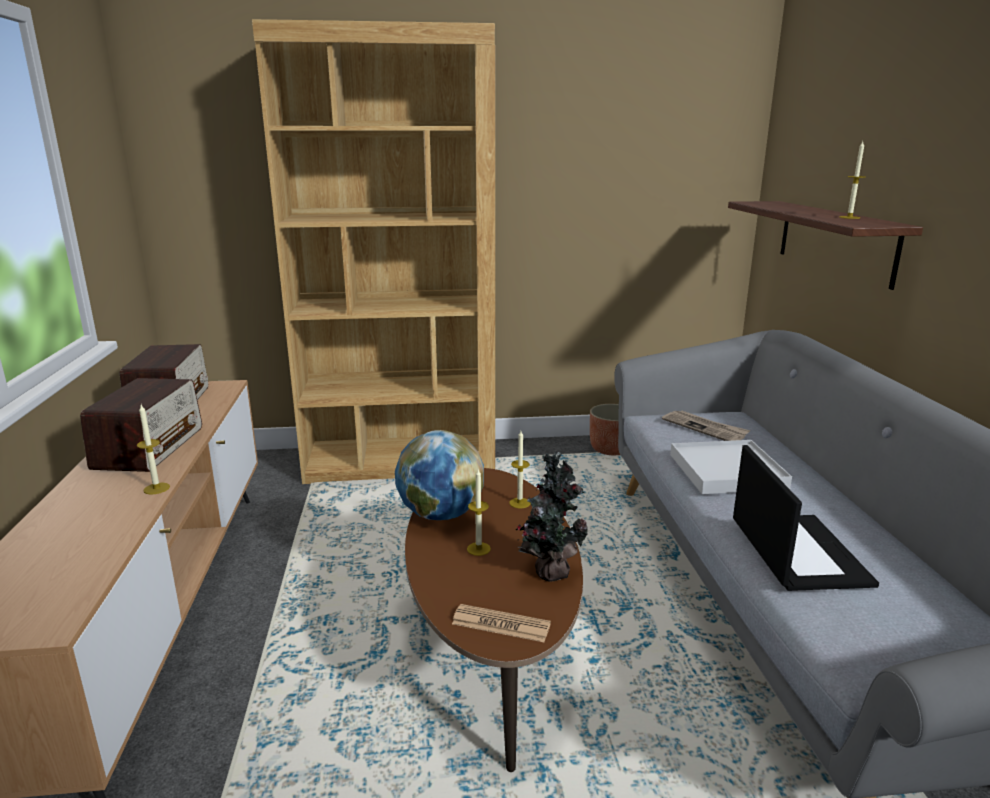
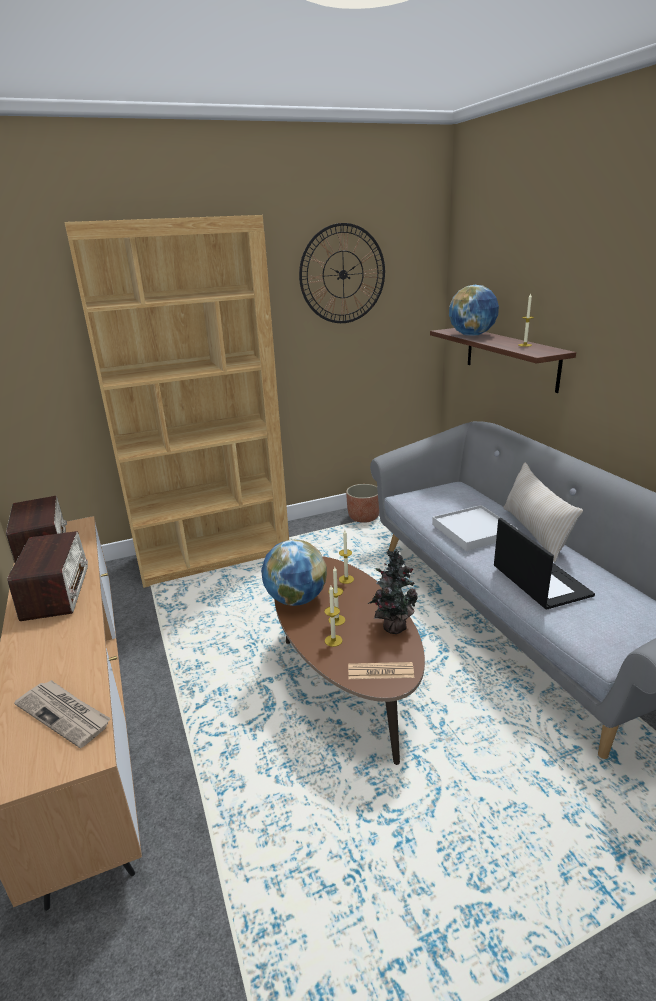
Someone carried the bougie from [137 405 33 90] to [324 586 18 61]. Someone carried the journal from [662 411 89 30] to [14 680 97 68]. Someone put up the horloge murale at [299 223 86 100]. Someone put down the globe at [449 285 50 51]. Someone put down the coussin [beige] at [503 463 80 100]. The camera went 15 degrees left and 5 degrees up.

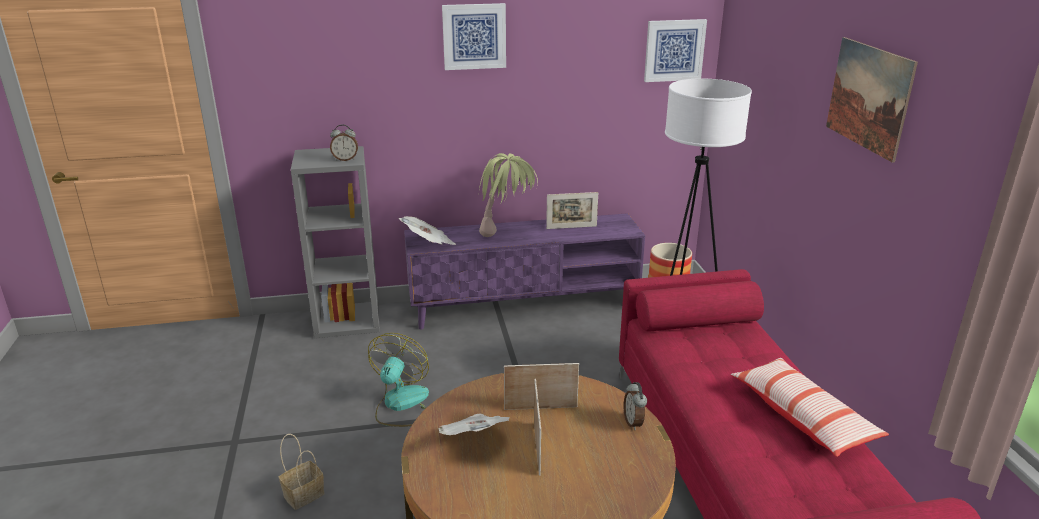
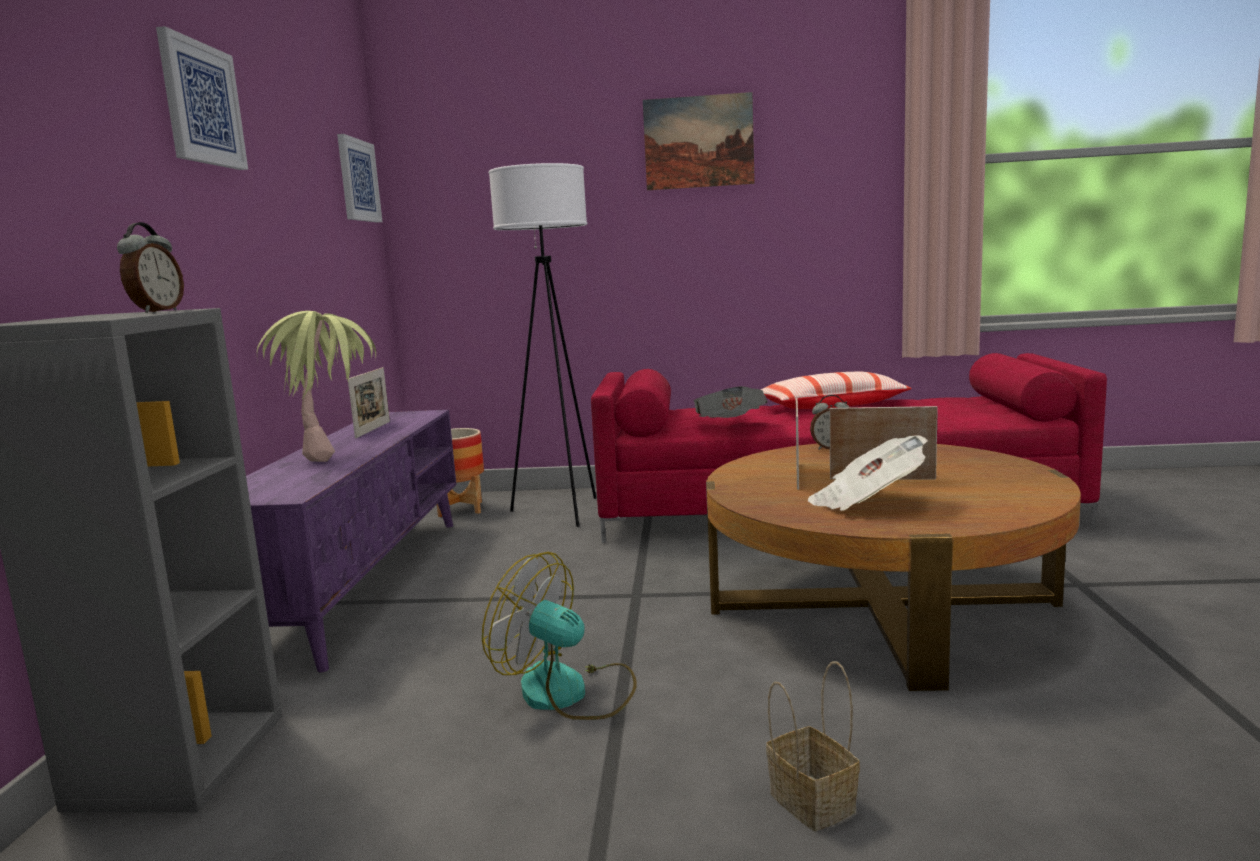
Someone carried the journal from [399 216 57 29] to [694 386 74 32]. The camera went 75 degrees left and 15 degrees down.

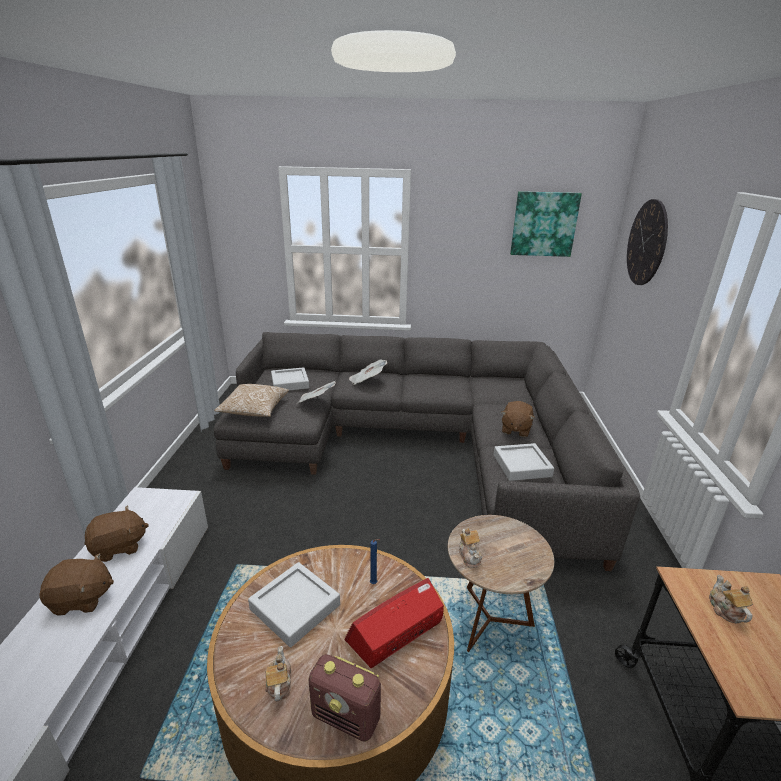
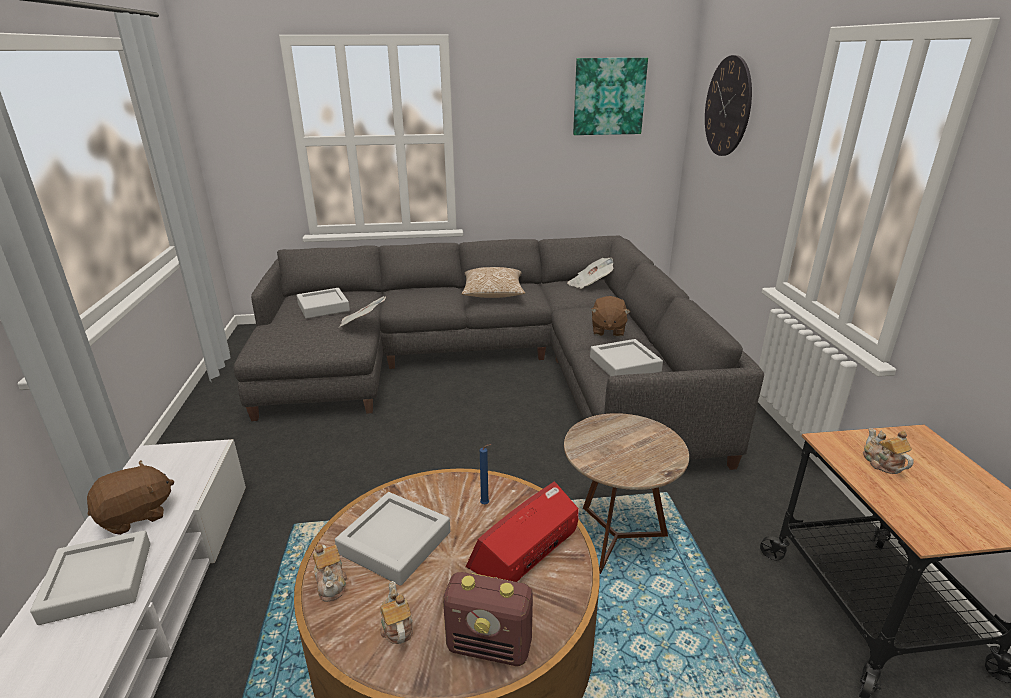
Someone swapped the peluche [marron] at [39 553 75 63] for the plateau [gris] at [30 530 120 95]. Someone carried the coussin from [214 384 75 33] to [461 267 64 31]. Someone carried the journal from [349 359 38 26] to [567 258 47 31]. Someone carried the théière from [459 528 23 40] to [313 544 34 58]. The camera went 10 degrees left and 0 degrees up.

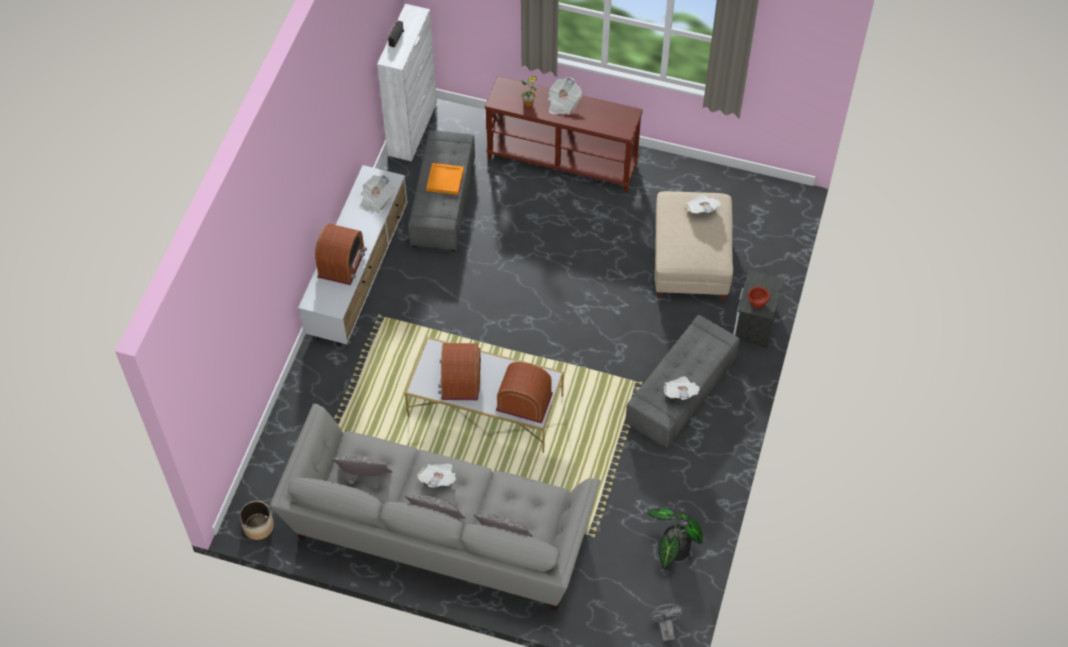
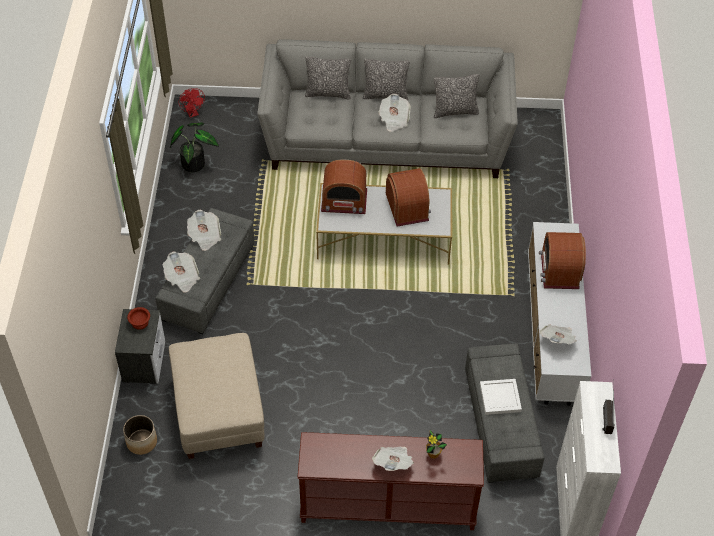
Someone carried the cache-pot from [239 501 35 39] to [123 415 34 40]. Someone repainted the plateau [orange] at [426 163 38 32], which became the plateau [blanc] at [480 379 42 36]. Someone repainted the ventilateur [gris] at [650 604 34 37], which became the ventilateur [rouge] at [179 88 26 30]. Someone carried the journal from [686 194 35 20] to [163 251 37 42]. The camera went 165 degrees right and 5 degrees down.

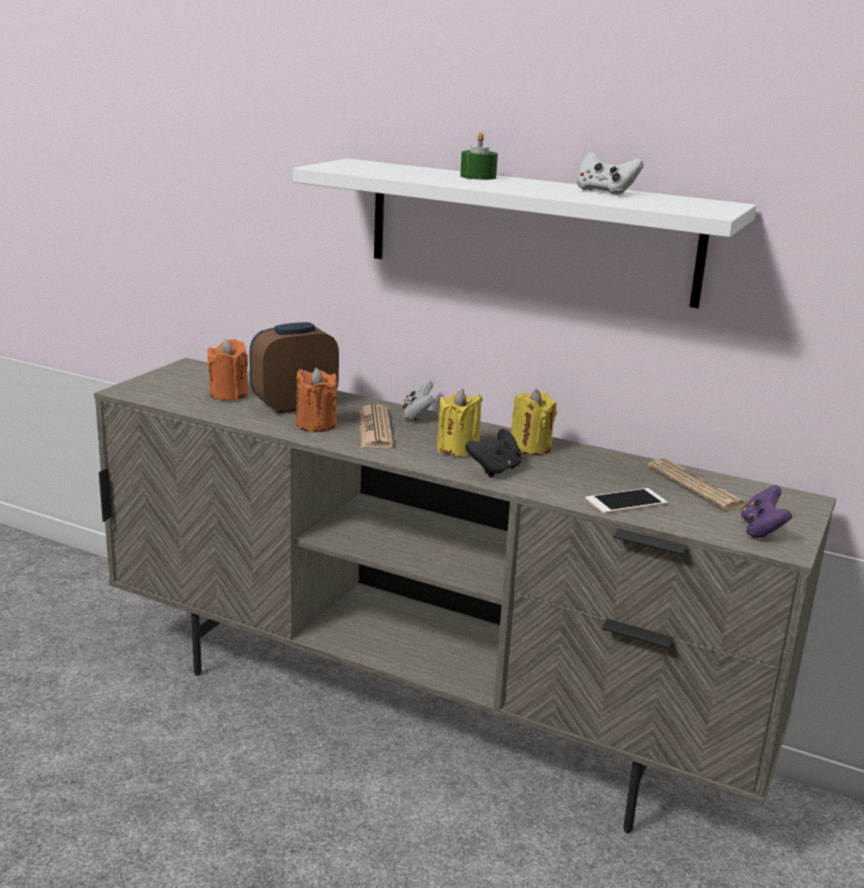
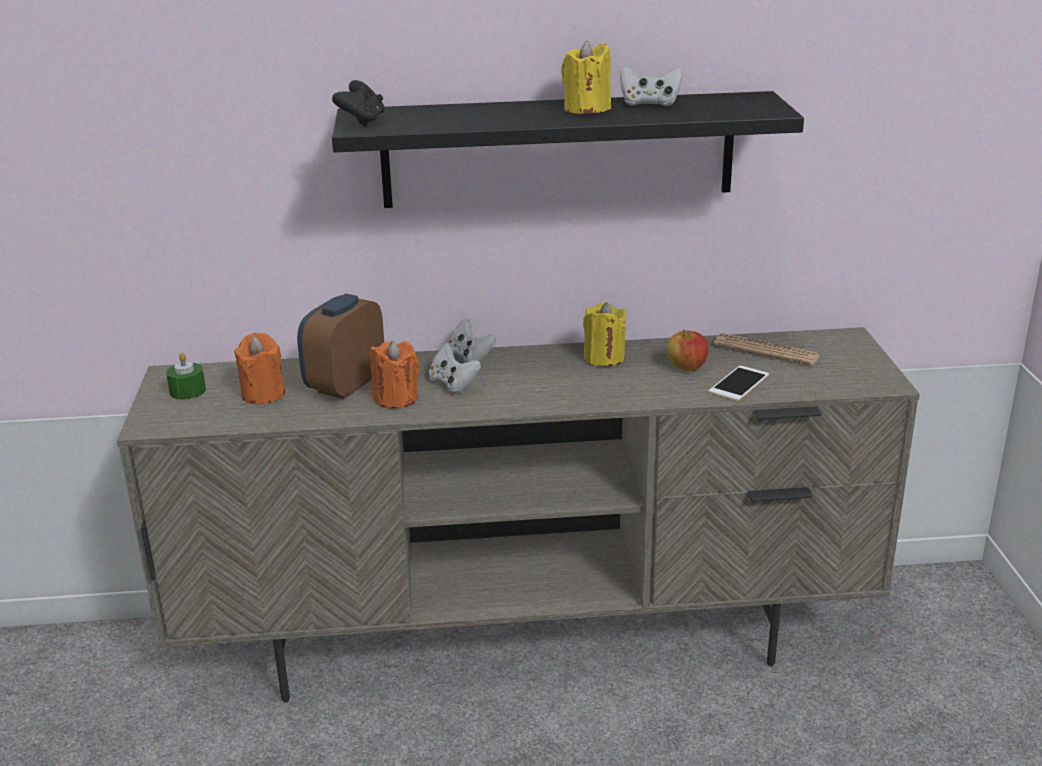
Someone repainted the étagère [blanc] at [293 159 463 149], which became the étagère [noir] at [332 91 472 117]. Someone swapped the journal at [358 404 35 44] for the manette [blanc] at [429 343 52 50]. Someone carried the bougie [jaune] from [437 389 46 67] to [561 40 50 74]. Someone carried the bougie [vert] from [460 132 38 48] to [166 353 40 46]. Someone carried the manette [noir] from [465 429 57 49] to [332 80 53 47]. Someone took away the manette [violet] at [741 485 51 53]. Someone put down the pomme at [667 329 42 42]. The camera went 30 degrees left and 5 degrees up.

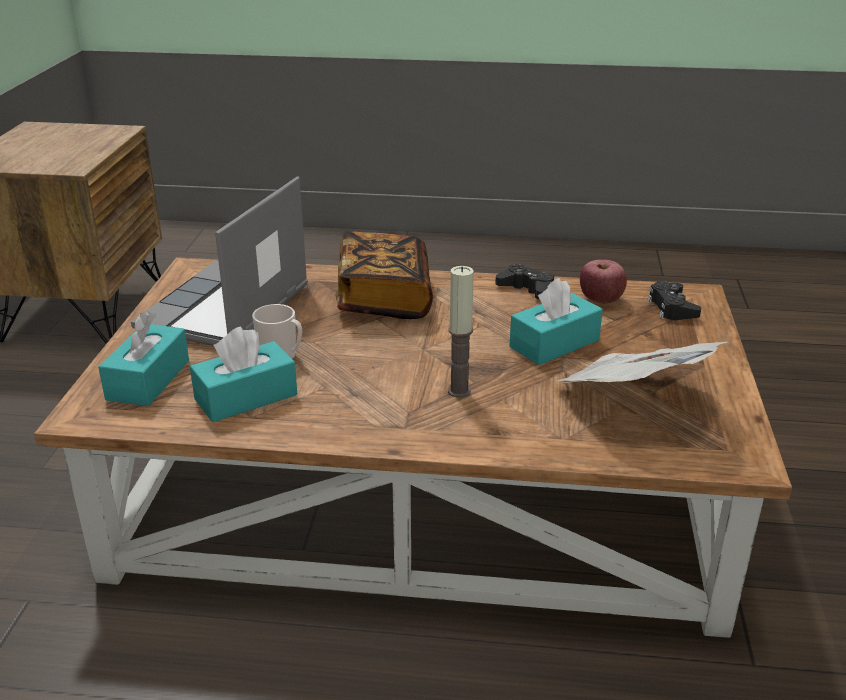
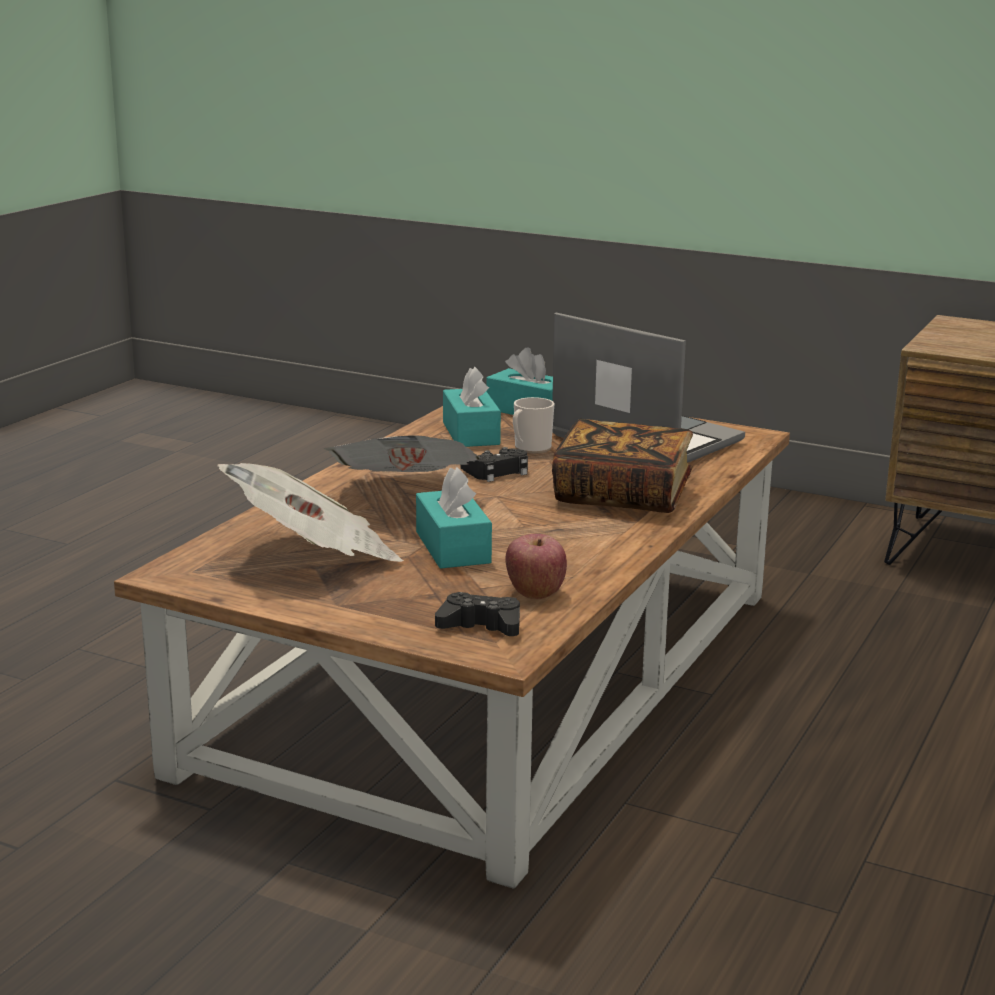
Someone swapped the bougie at [448 266 26 132] for the journal at [324 435 156 37]. Someone carried the manette [noir] from [495 264 59 35] to [461 447 67 35]. The camera went 110 degrees right and 10 degrees down.

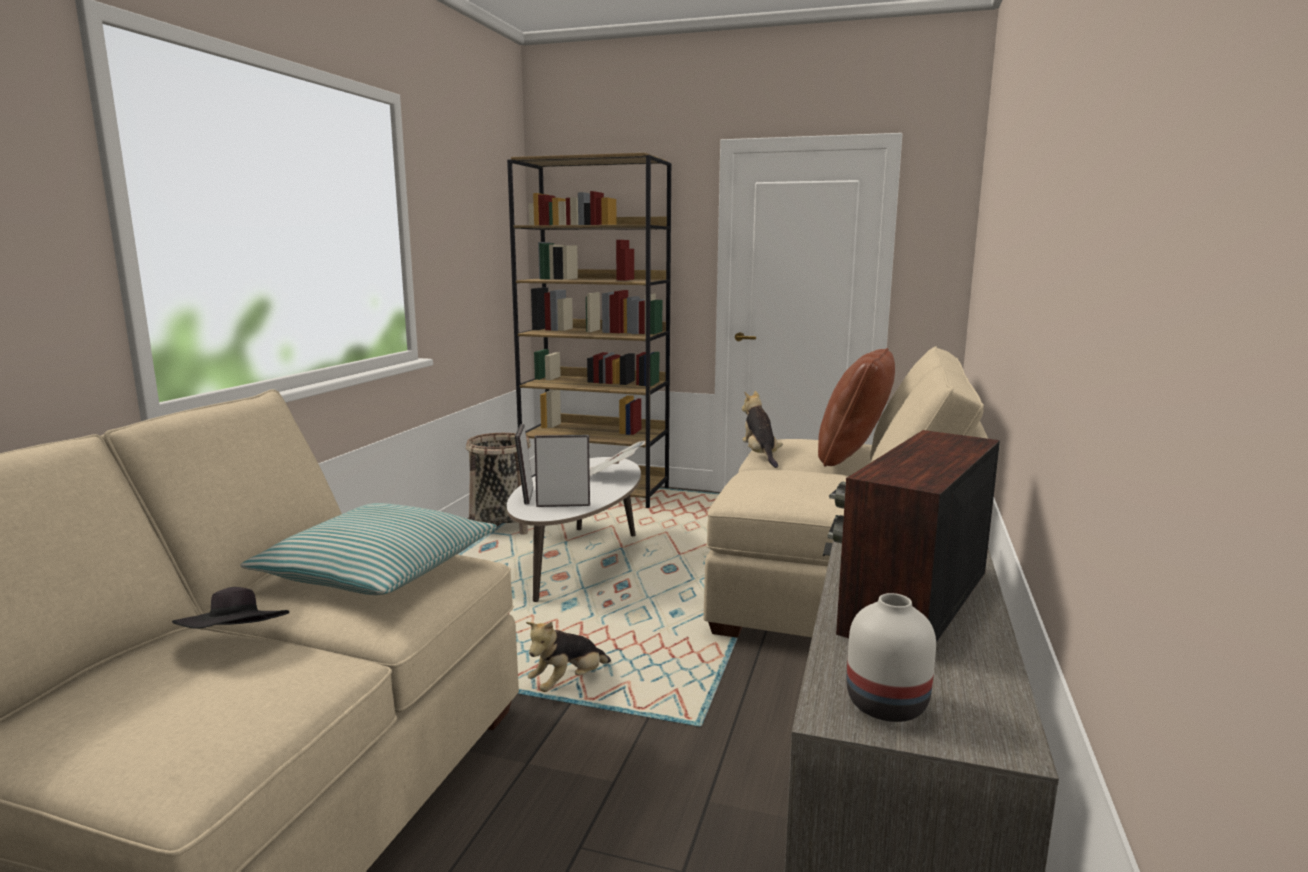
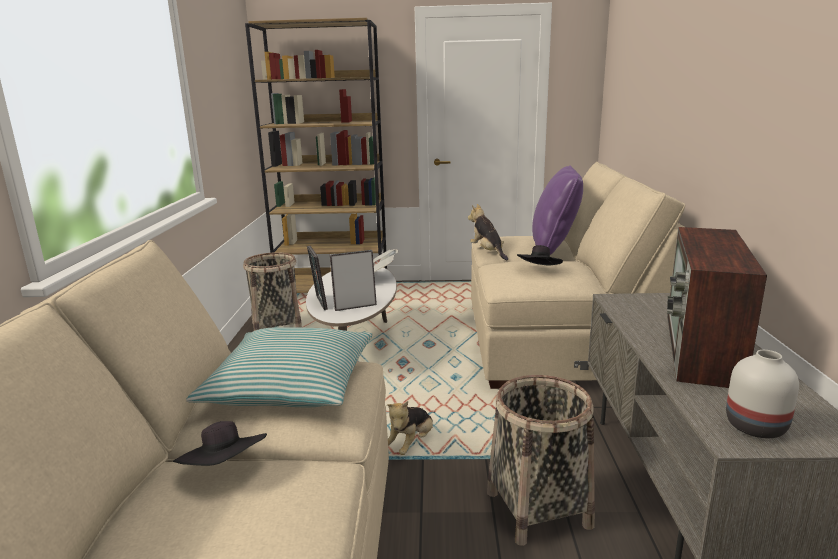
Someone repainted the coussin [marron] at [818 348 77 119], which became the coussin [violet] at [532 165 51 90]. Someone put down the panier at [487 375 108 171]. Someone put down the chapeau [noir] at [517 245 46 20]. The camera went 15 degrees left and 5 degrees up.

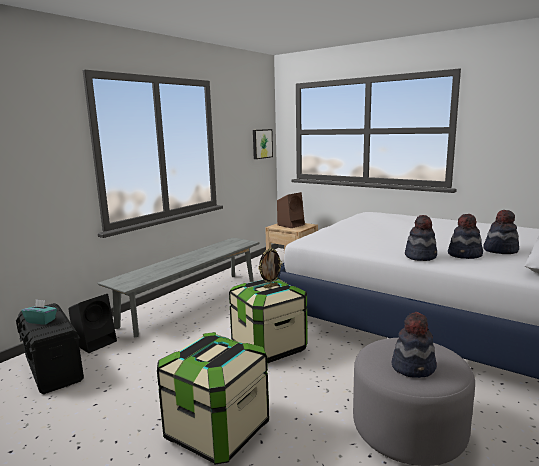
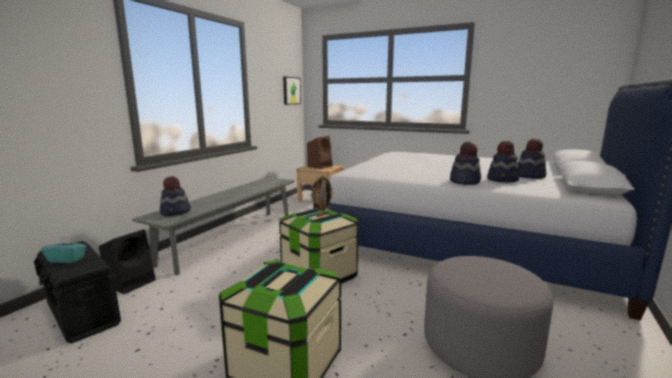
Someone carried the chapeau from [392 312 45 66] to [160 176 31 40]. The camera went 10 degrees left and 0 degrees up.

